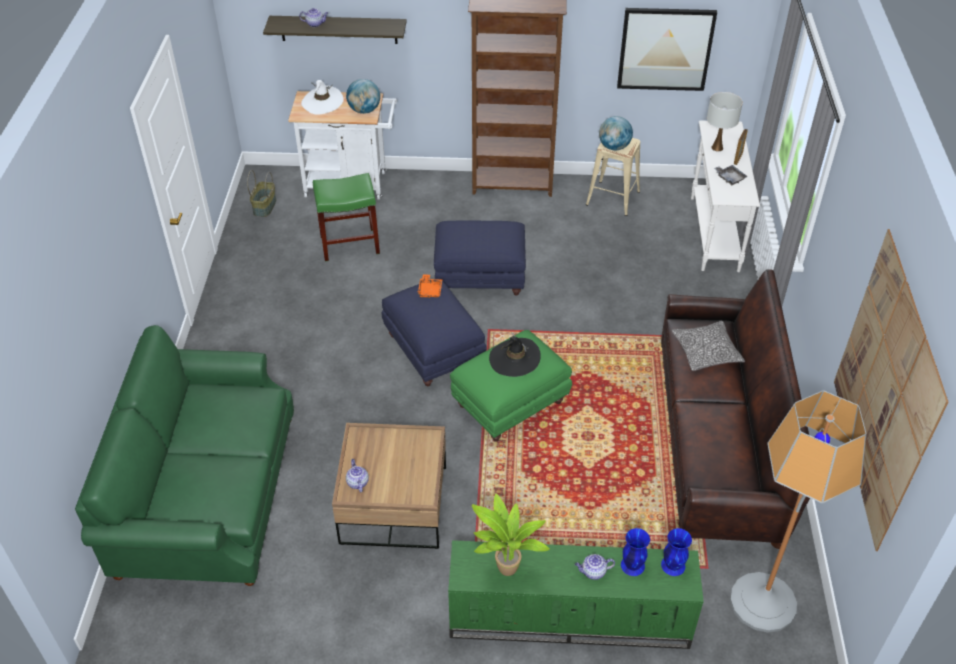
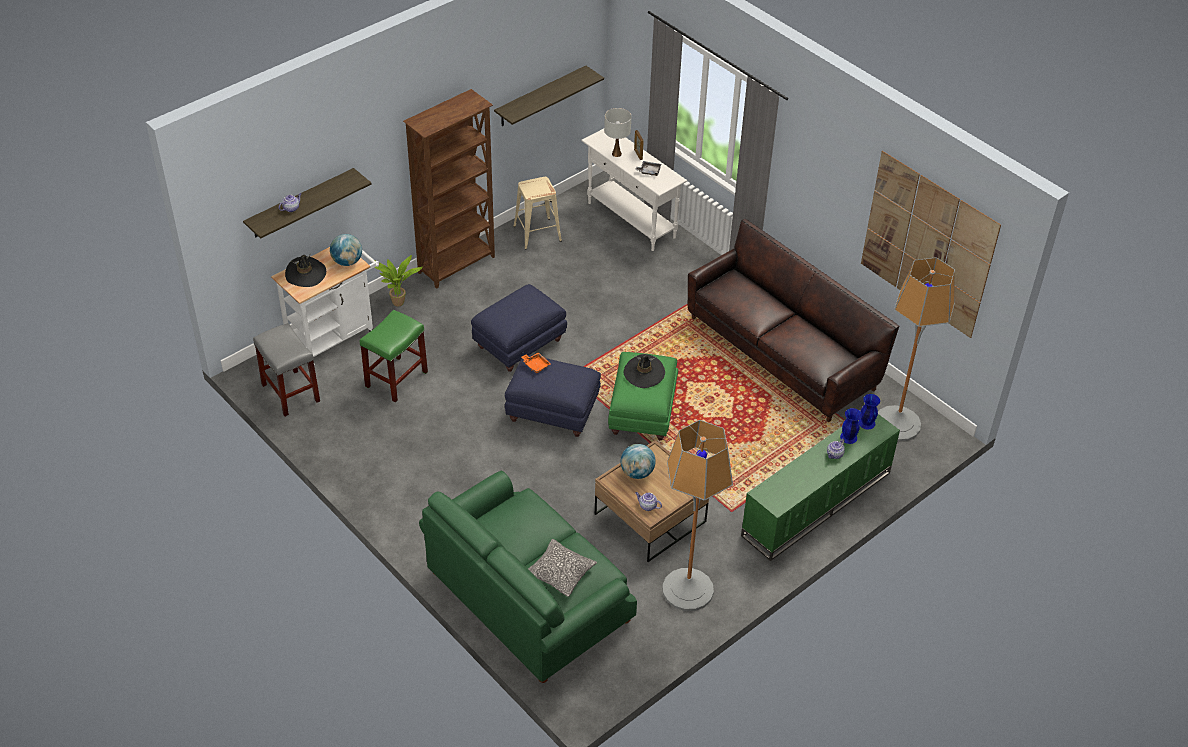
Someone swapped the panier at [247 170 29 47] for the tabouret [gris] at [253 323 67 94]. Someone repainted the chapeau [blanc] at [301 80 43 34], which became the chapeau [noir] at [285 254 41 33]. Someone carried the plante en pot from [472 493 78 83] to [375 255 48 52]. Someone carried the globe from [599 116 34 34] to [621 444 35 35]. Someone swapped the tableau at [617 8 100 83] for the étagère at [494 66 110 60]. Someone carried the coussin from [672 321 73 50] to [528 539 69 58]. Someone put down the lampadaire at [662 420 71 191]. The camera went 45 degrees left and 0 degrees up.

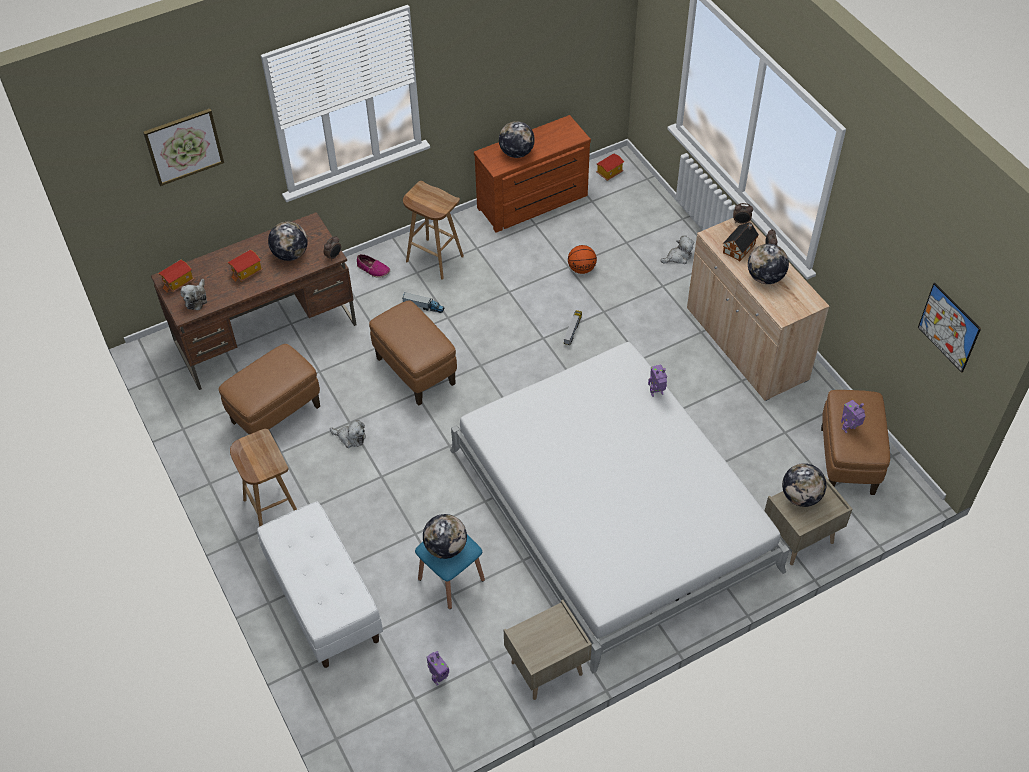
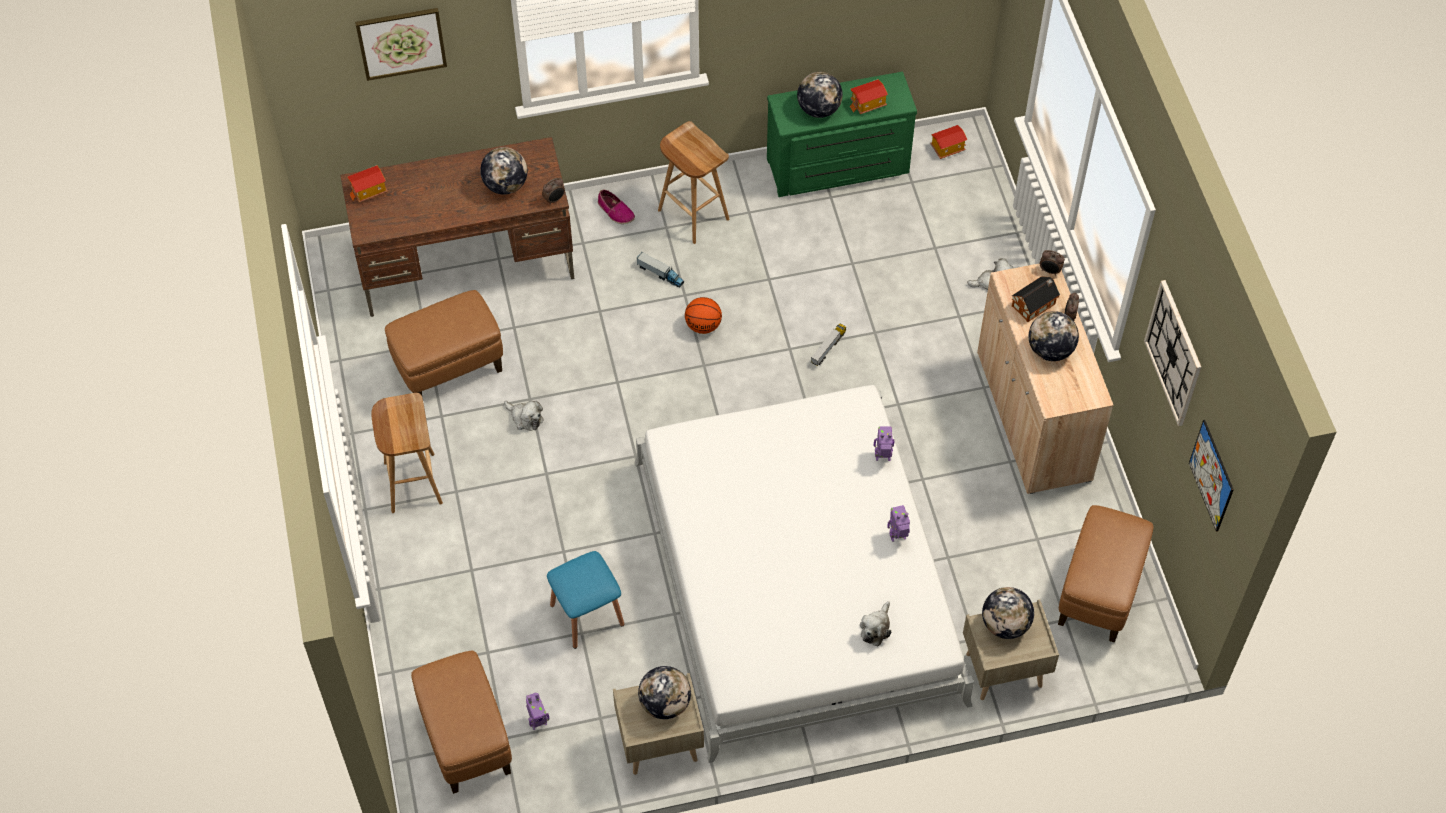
Someone carried the peluche from [180 279 27 31] to [860 601 31 45]. Someone carried the maison miniature from [228 249 35 33] to [849 79 39 35]. Someone took away the banc [blanc] at [257 501 126 167]. Someone carried the pouf [marron] from [369 300 88 106] to [411 651 101 143]. Someone carried the globe from [423 514 44 45] to [638 666 53 53]. Someone repainted the commode [marron] at [474 115 117 118], which became the commode [vert] at [767 72 150 125]. Someone carried the ballon de basket from [568 245 29 29] to [685 297 37 37]. Someone carried the robot jouet from [841 400 25 33] to [887 505 23 37]. Someone put up the horloge murale at [1144 280 57 146]. The camera went 15 degrees right and 5 degrees up.

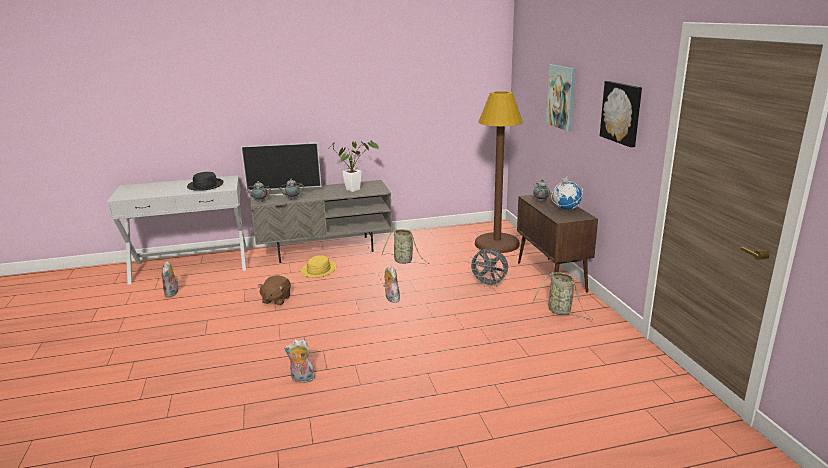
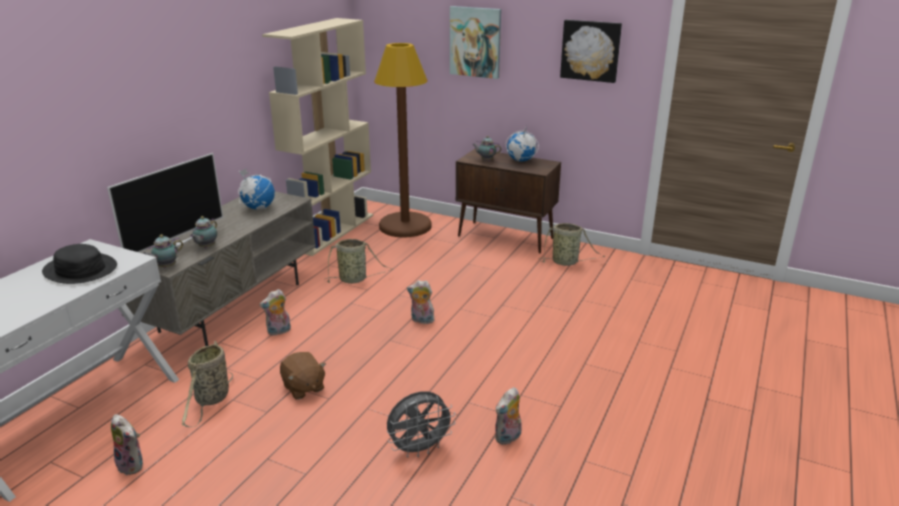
Someone swapped the chapeau [jaune] at [301 255 35 23] for the peluche at [259 289 32 47]. Someone swapped the plante en pot at [328 140 51 52] for the globe at [238 169 37 41]. Someone carried the ventilateur [gris] from [468 248 40 40] to [387 391 69 66]. Someone put down the panier at [182 341 51 86]. Someone put down the bibliothèque [beige] at [262 18 111 238]. The camera went 50 degrees left and 5 degrees up.

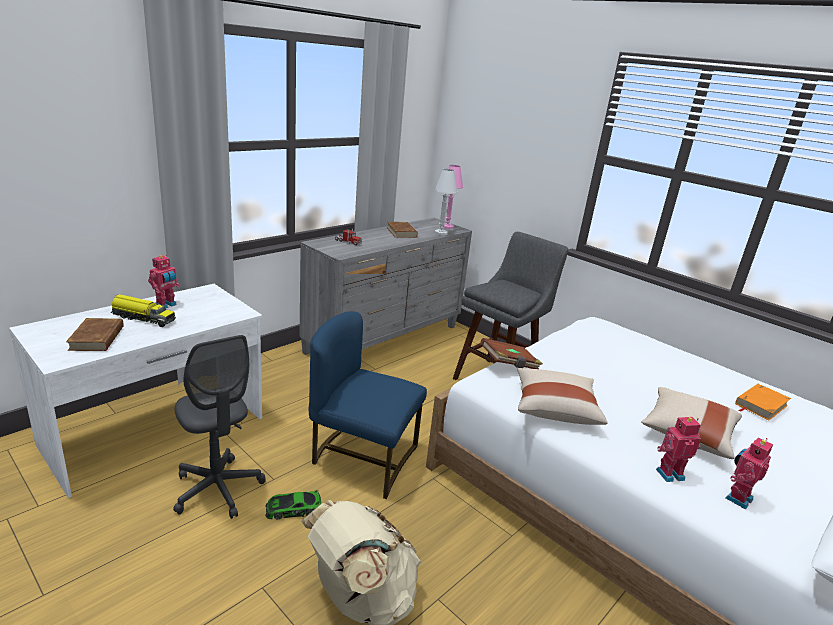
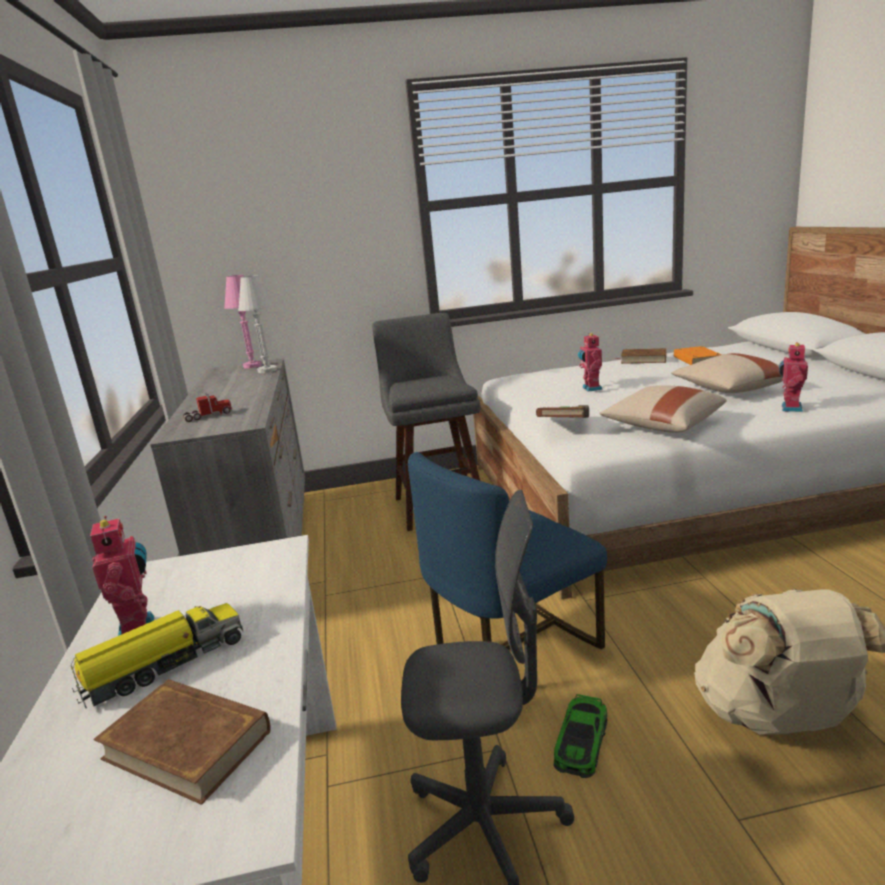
Someone carried the livre [marron] from [386 222 32 16] to [615 348 51 16]. Someone carried the robot jouet from [726 437 47 72] to [578 333 25 59]. The camera went 50 degrees left and 5 degrees down.

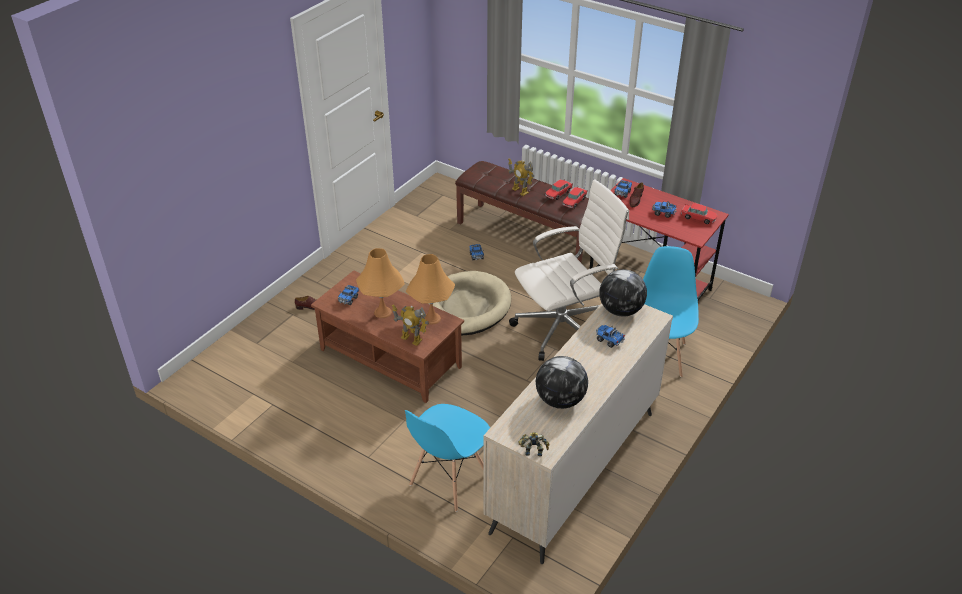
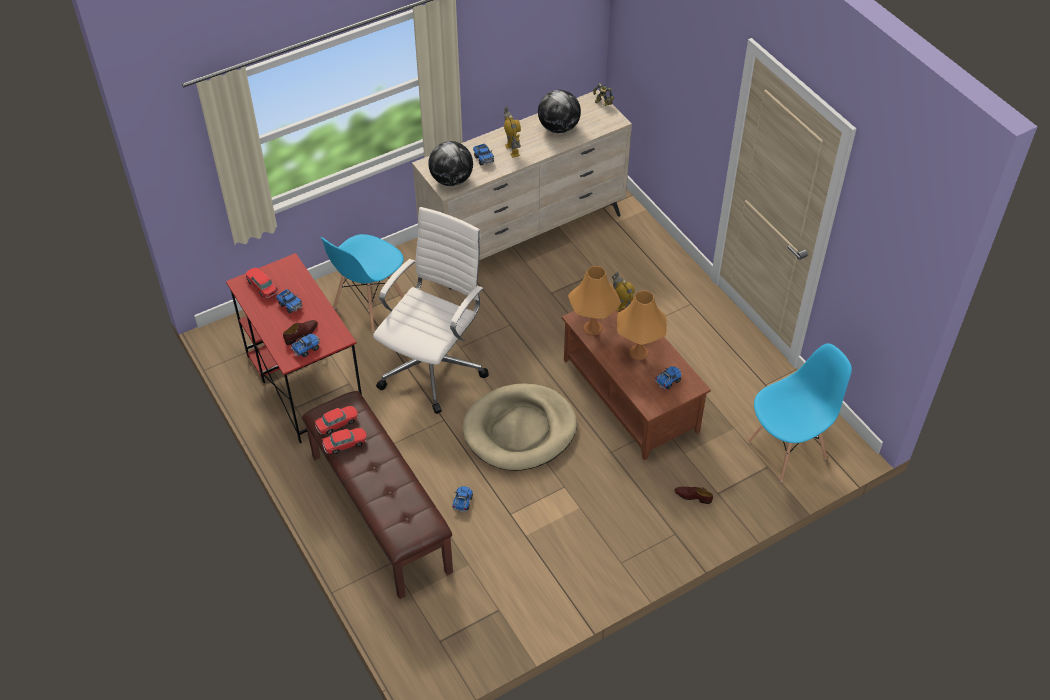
Someone carried the chaise [bleu] from [405 404 85 108] to [747 343 105 139]. Someone carried the robot jouet from [508 158 26 38] to [504 106 17 52]. Someone rotated the chaise de bureau [blanc] at [509 179 120 182] by 120 degrees clockwise. The camera went 155 degrees left and 10 degrees up.

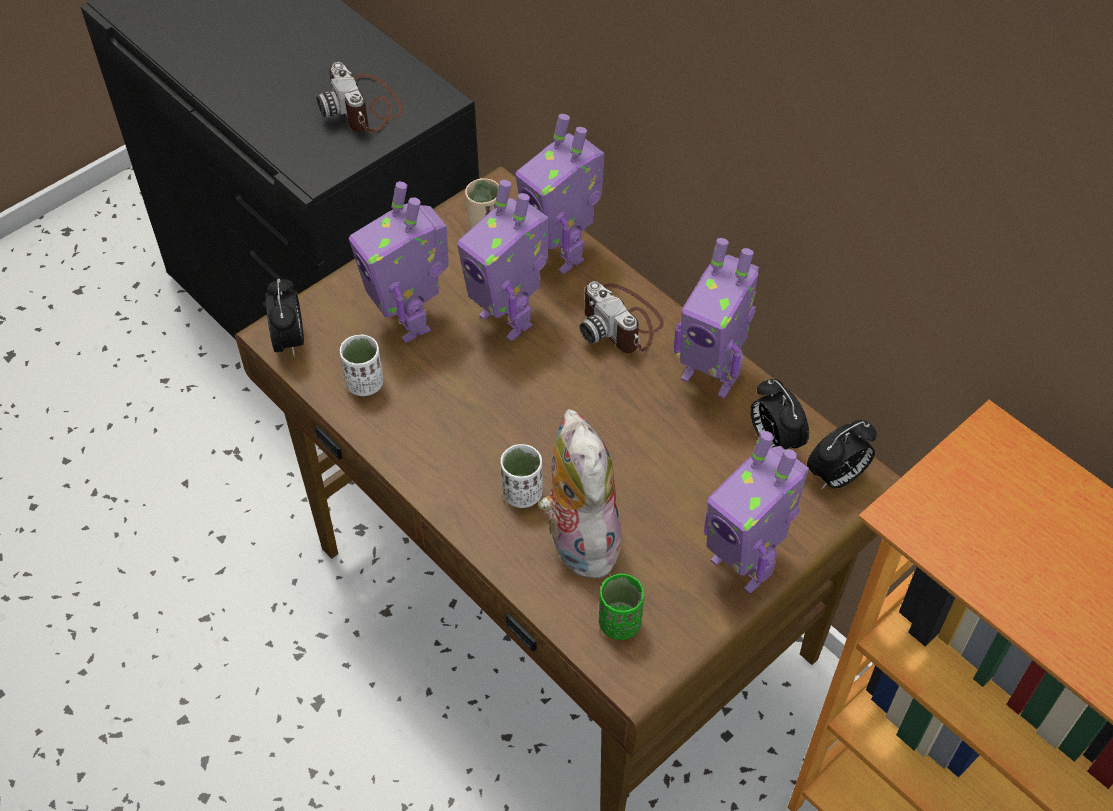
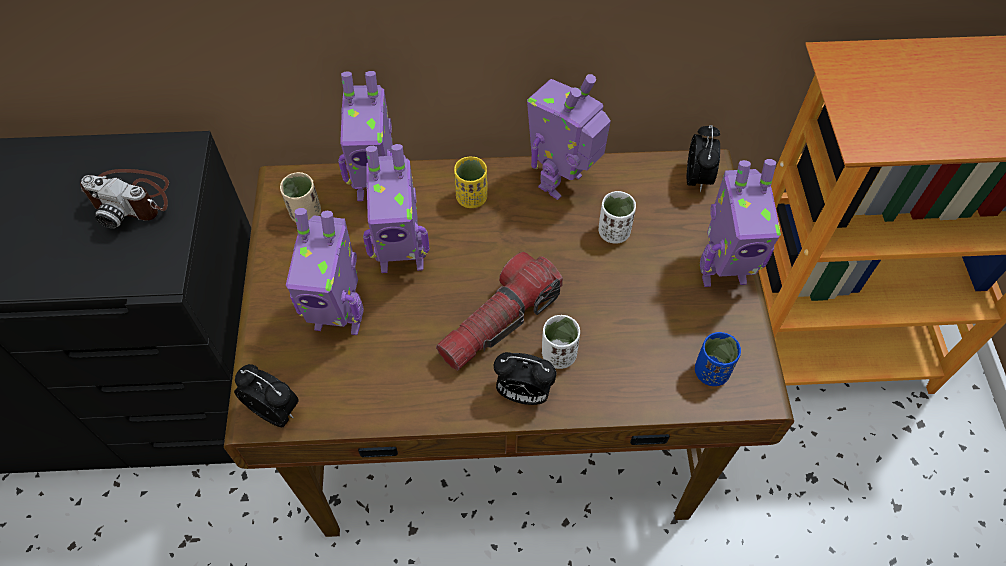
Someone carried the tasse [blanc] from [340 334 43 62] to [598 191 38 53]. Someone took away the peluche at [539 409 83 170]. Someone swapped the appareil photo at [580 281 84 72] for the tasse [jaune] at [454 157 33 51]. Someone repainted the tasse [vert] at [599 574 45 66], which became the tasse [bleu] at [695 332 46 54]. Someone rotated the robot jouet at [674 238 85 160] by 150 degrees clockwise. Someone carried the réveil from [751 379 58 70] to [494 352 63 53]. Someone put down the lampe de poche at [436 252 127 119]. The camera went 50 degrees left and 5 degrees up.

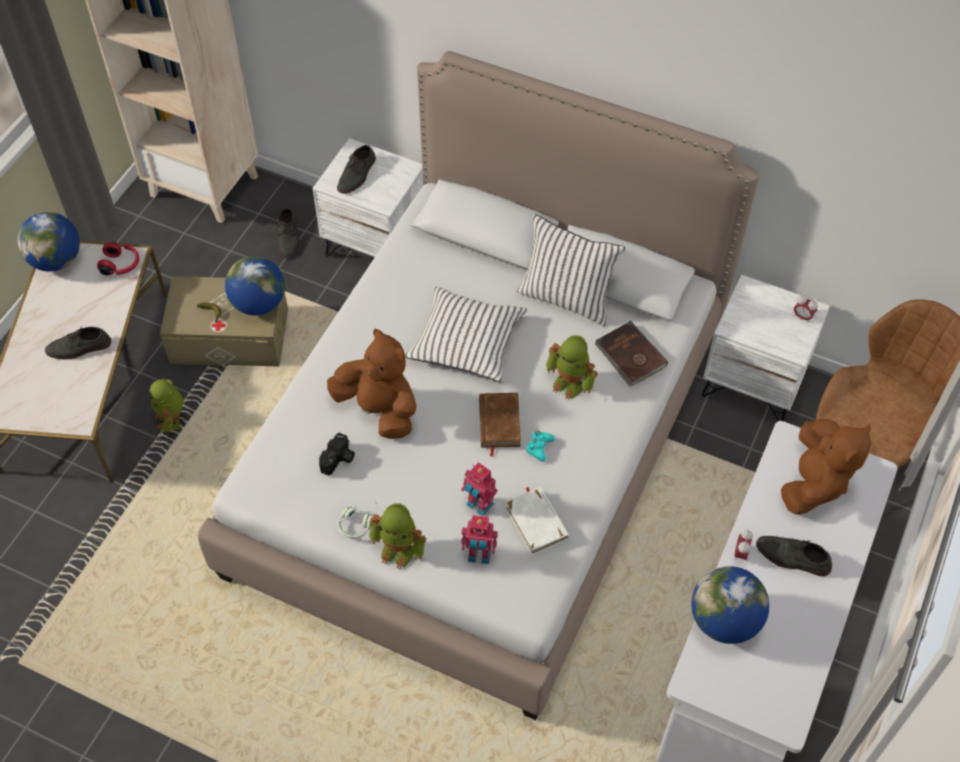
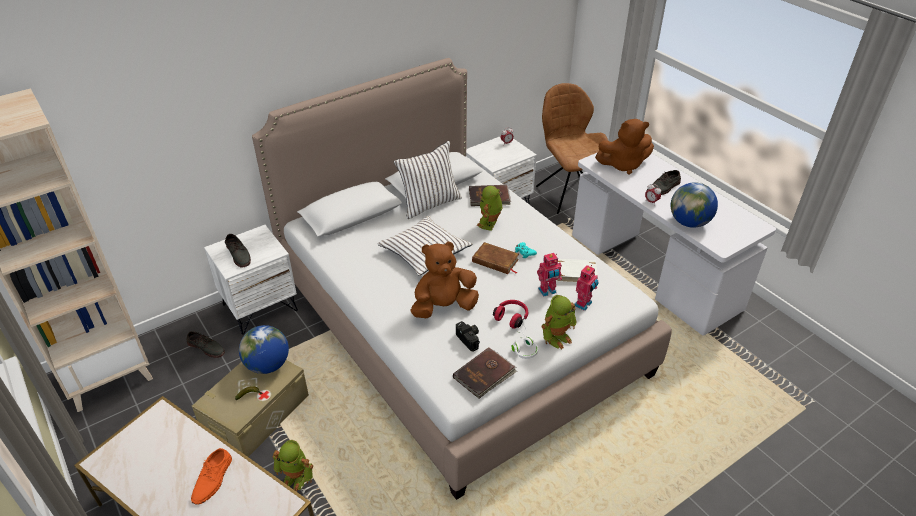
Someone took away the globe at [17 212 63 60]. Someone repainted the chaussure [gris] at [45 326 66 33], which became the chaussure [orange] at [191 448 41 57]. Someone carried the casque audio [rouge] from [97 242 42 33] to [493 300 35 29]. Someone rotated the robot jouet at [546 335 52 65] by 135 degrees clockwise. Someone rotated the peluche [marron] at [781 418 90 97] by 120 degrees clockwise. Someone put down the livre [marron] at [453 347 64 52]. The camera went 60 degrees left and 15 degrees down.

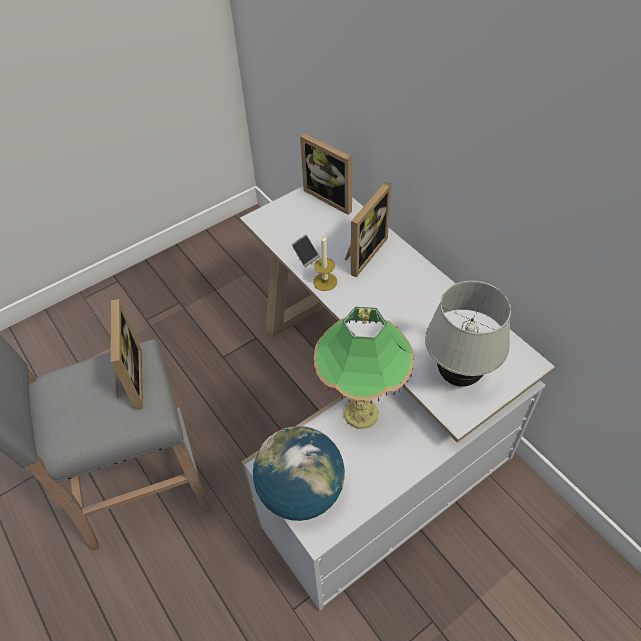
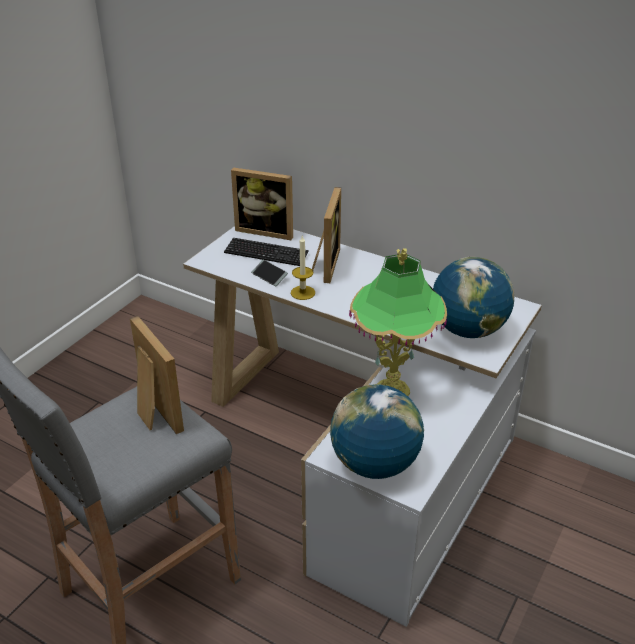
Someone swapped the lampe de table [blanc] at [425 281 86 106] for the globe at [433 257 82 81]. Someone put down the clavier at [224 238 85 28]. The camera went 25 degrees left and 15 degrees down.

